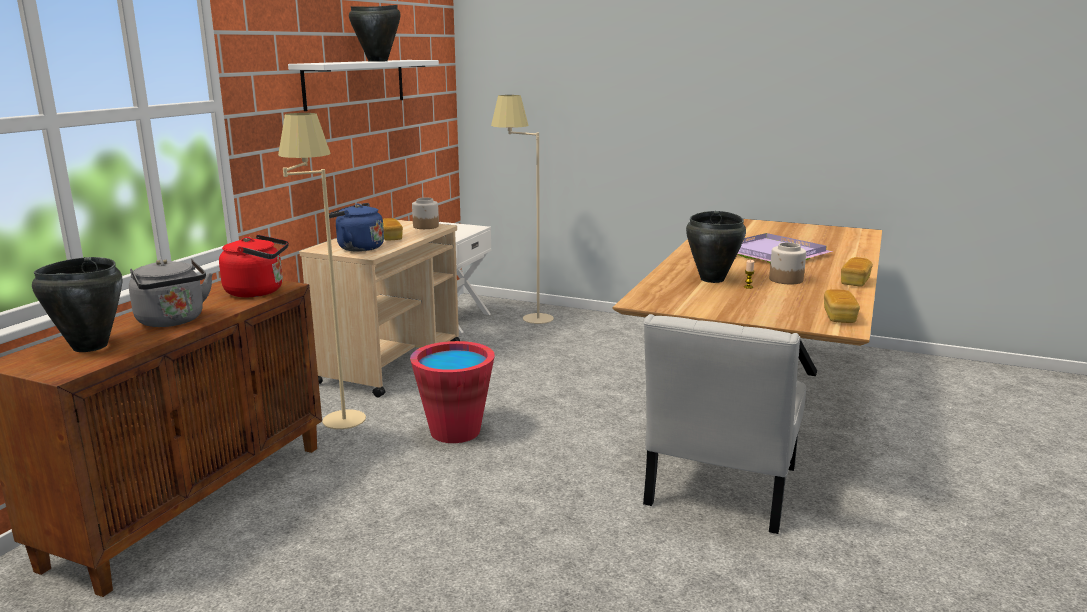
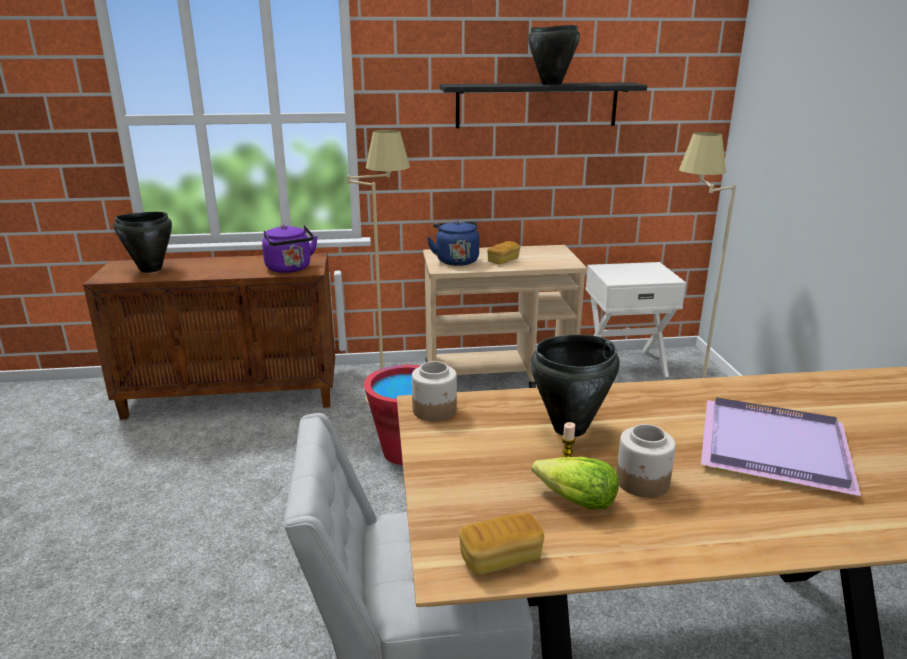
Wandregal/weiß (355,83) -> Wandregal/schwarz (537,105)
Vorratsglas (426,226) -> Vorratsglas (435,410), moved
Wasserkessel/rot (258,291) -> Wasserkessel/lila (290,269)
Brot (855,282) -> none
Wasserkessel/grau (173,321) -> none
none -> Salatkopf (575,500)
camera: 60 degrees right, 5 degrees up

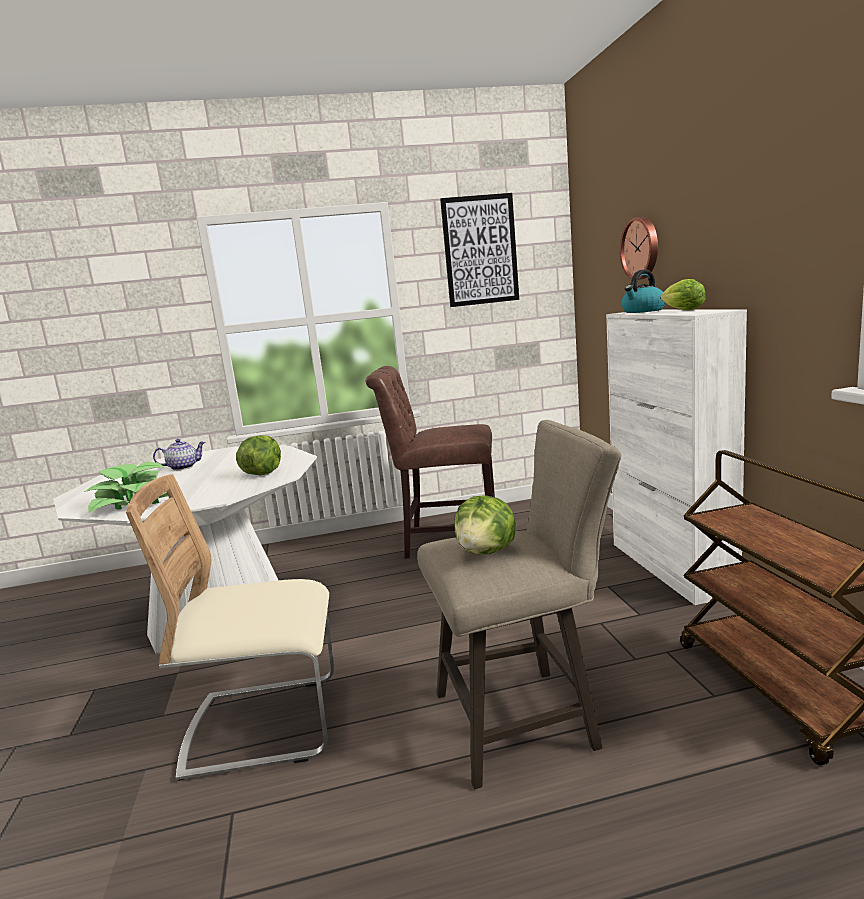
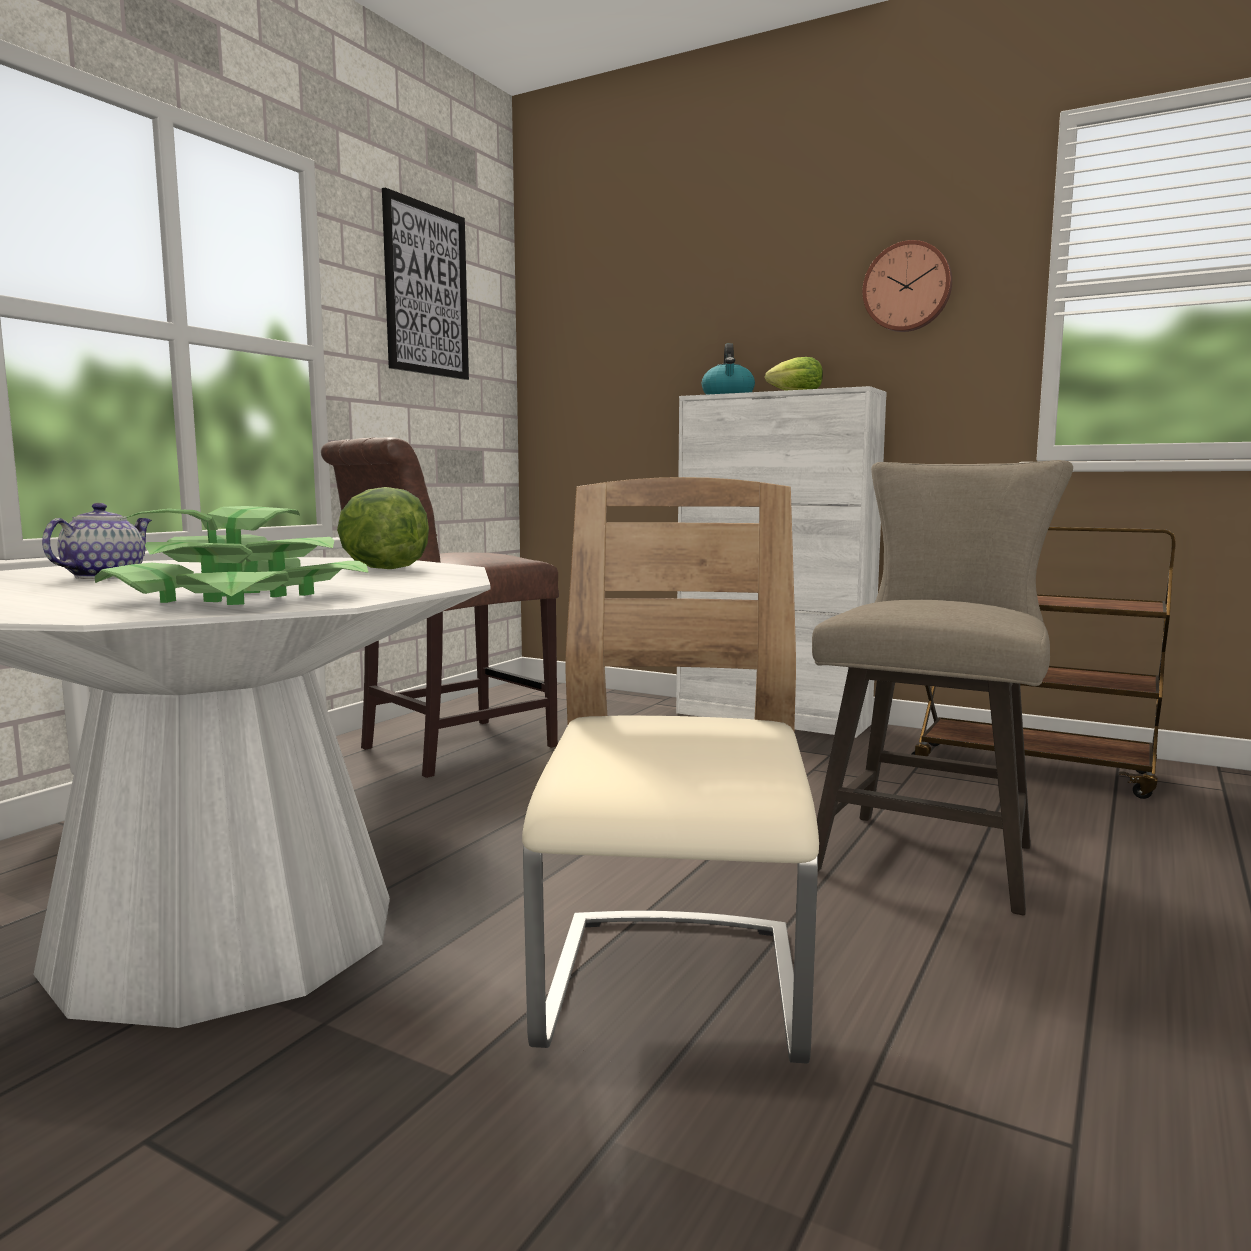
Wanduhr (641,248) -> Wanduhr (907,287), moved
Stuhl/beige (265,725) -> Stuhl/beige (674,991), 150 degrees clockwise
Salatkopf (487,552) -> none
camera: 50 degrees left, 5 degrees down

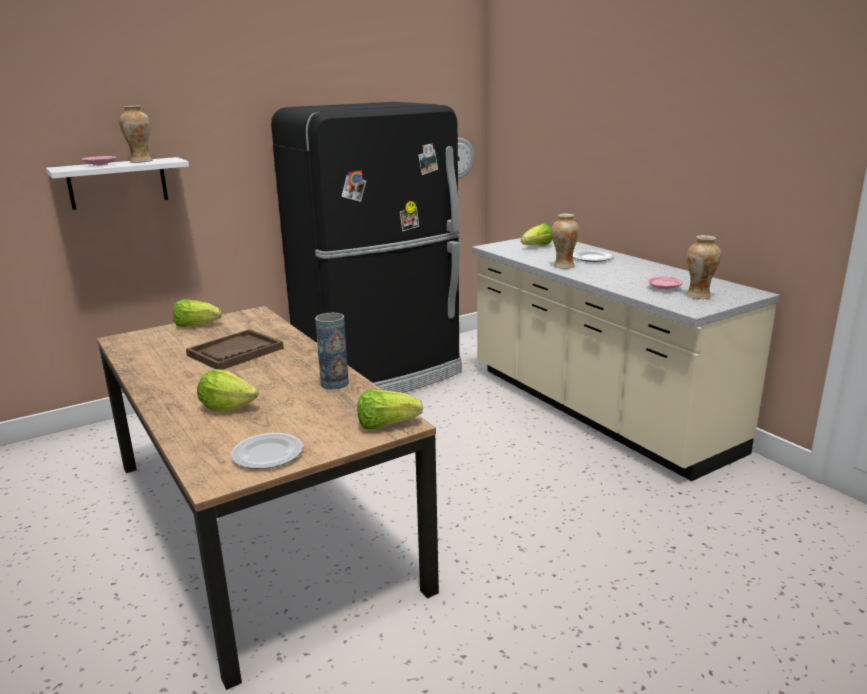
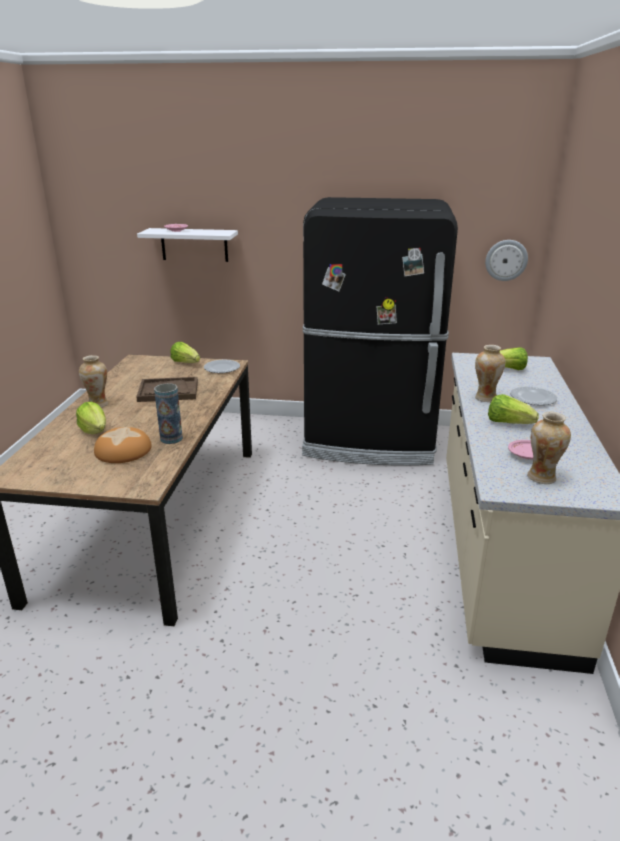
Vase (141,161) -> Vase (98,404), moved
Salatkopf (386,425) -> Salatkopf (508,423), moved
Teller (268,453) -> Teller (222,368), moved
none -> Brot (123,451)
camera: 40 degrees right, 5 degrees up

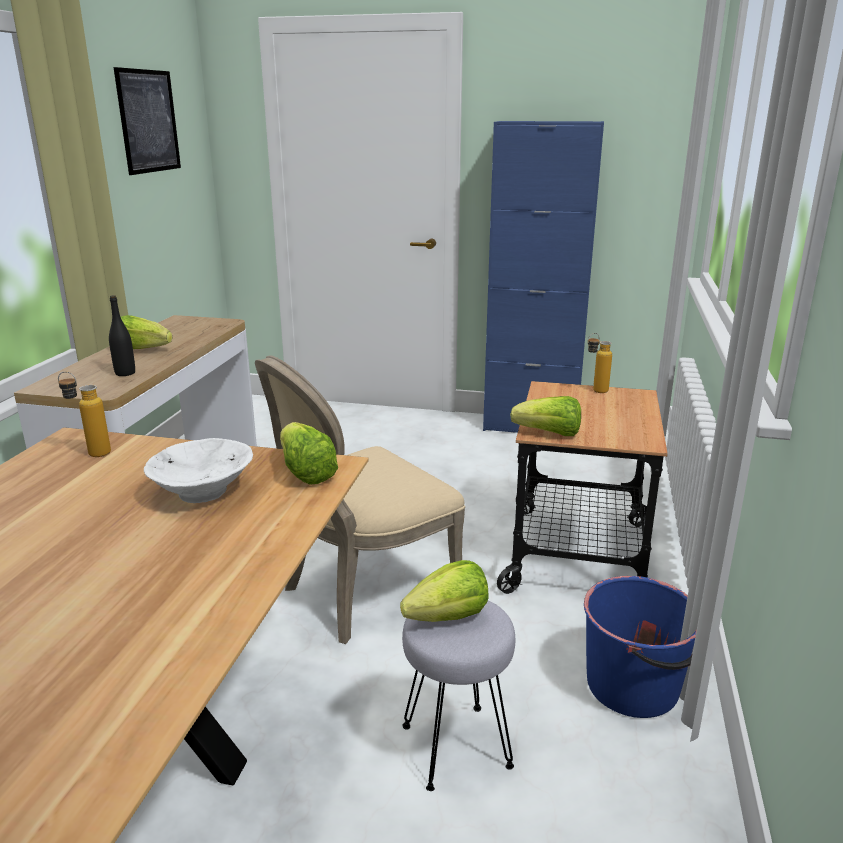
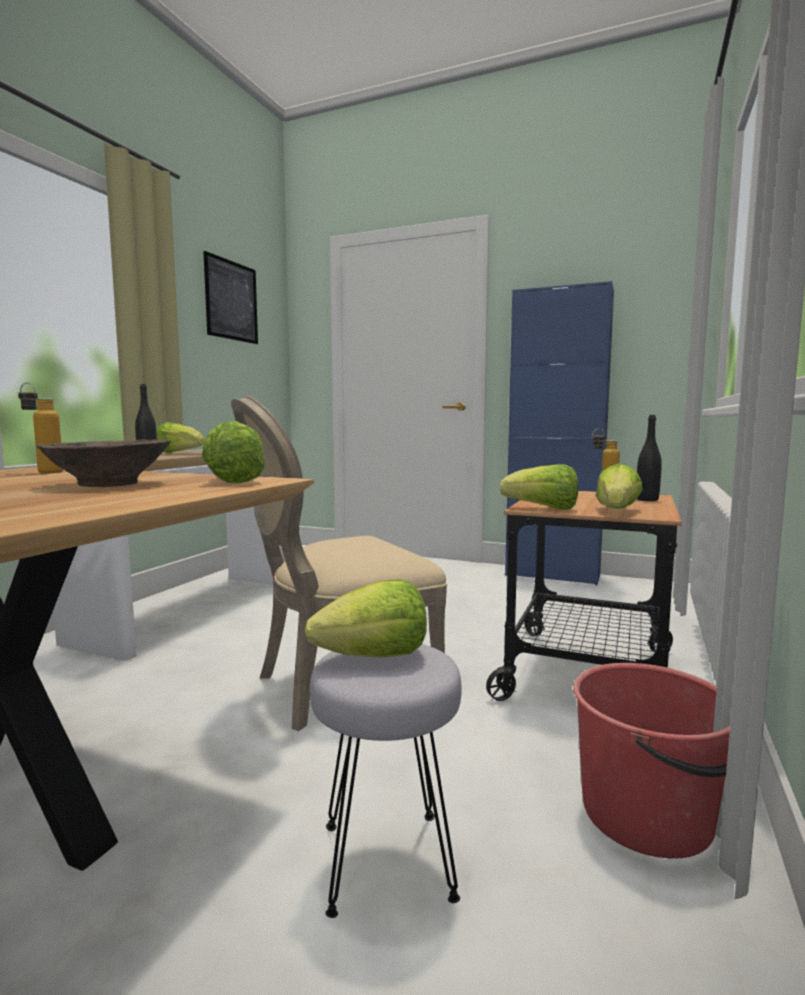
Schüssel/weiß (203,492) -> Schüssel/braun (110,484)
Eimer/blau (634,686) -> Eimer/rot (648,815)
none -> Flasche/schwarz (647,500)
none -> Salatkopf (616,511)
camera: 10 degrees right, 15 degrees down

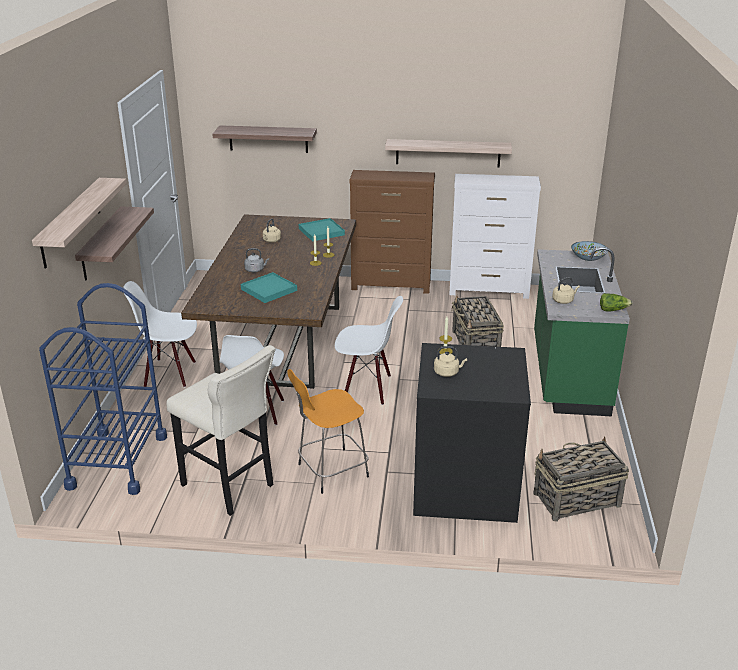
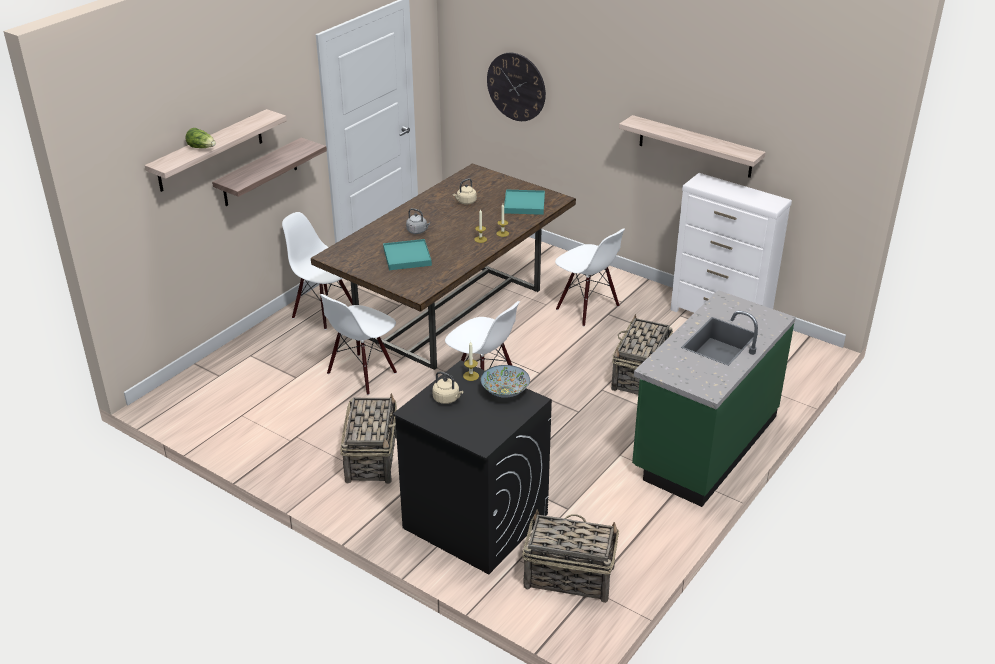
Wandregal (268,139) -> Wanduhr (516,87)
Kommode/braun (391,286) -> none
Schüssel (588,258) -> Schüssel (505,391), moved
Wasserkessel/beige (563,300) -> none
Rollwagen/blau (117,461) -> none
Salatkopf (613,310) -> Salatkopf (202,148), moved
Hocker/beige (230,487) -> none
Hocker/orange (330,471) -> Korb (372,457)
none -> Stuhl/weiß (587,308)
camera: 30 degrees right, 5 degrees up

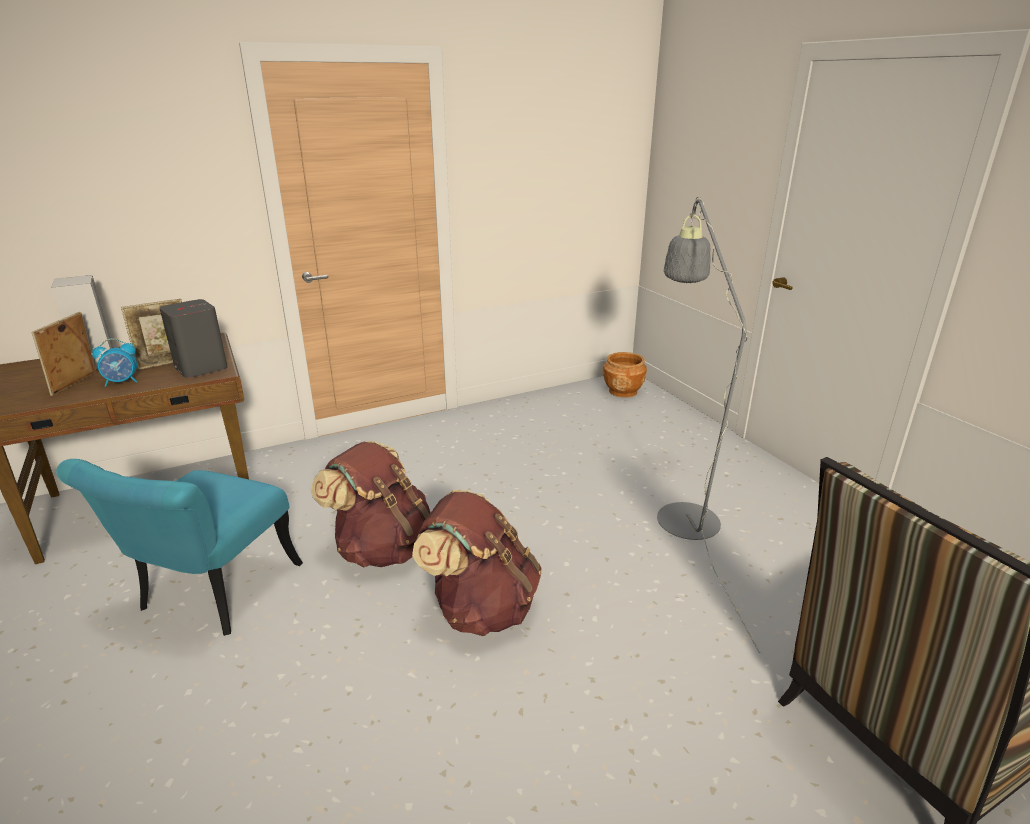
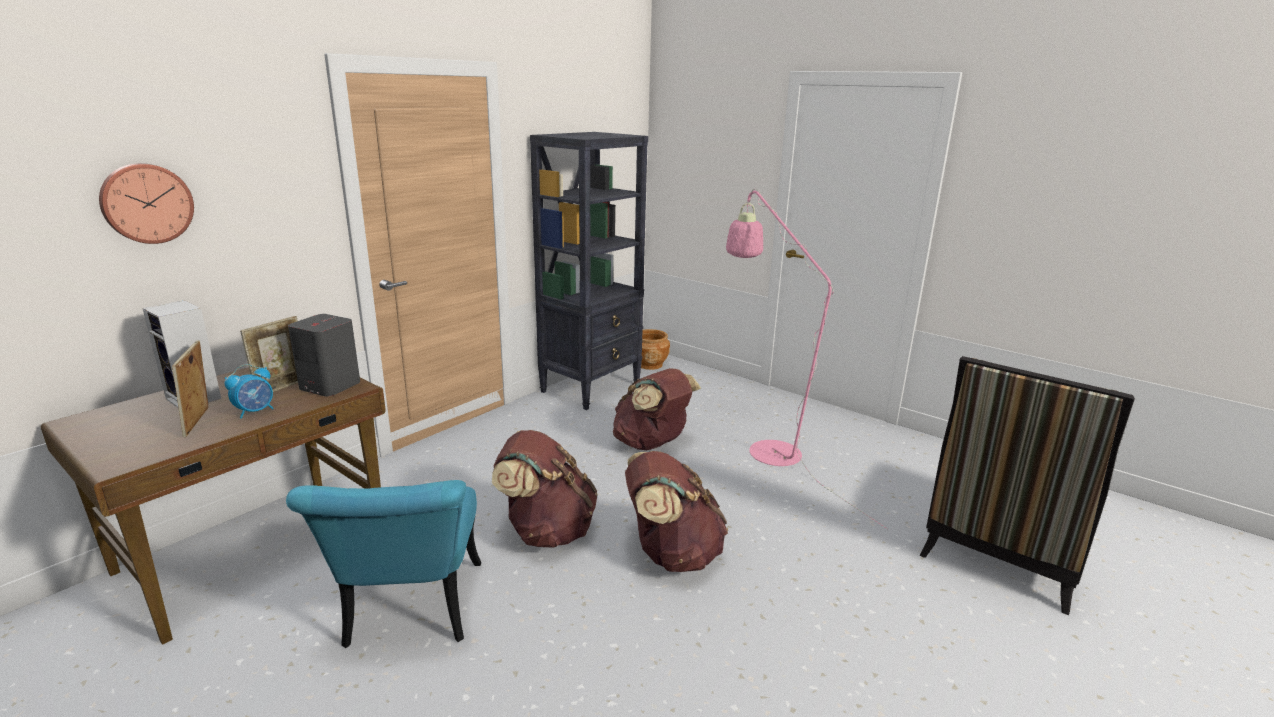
Stehlampe/grau (682,510) -> Stehlampe/rosa (765,446)
none -> Bücherregal/schwarz (591,388)
none -> Wanduhr (146,203)
none -> Rucksack/braun (652,444)
camera: 25 degrees left, 5 degrees down

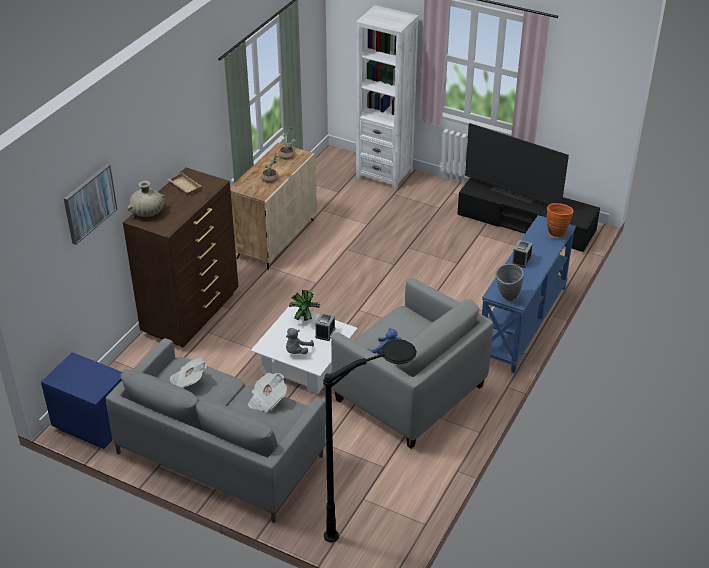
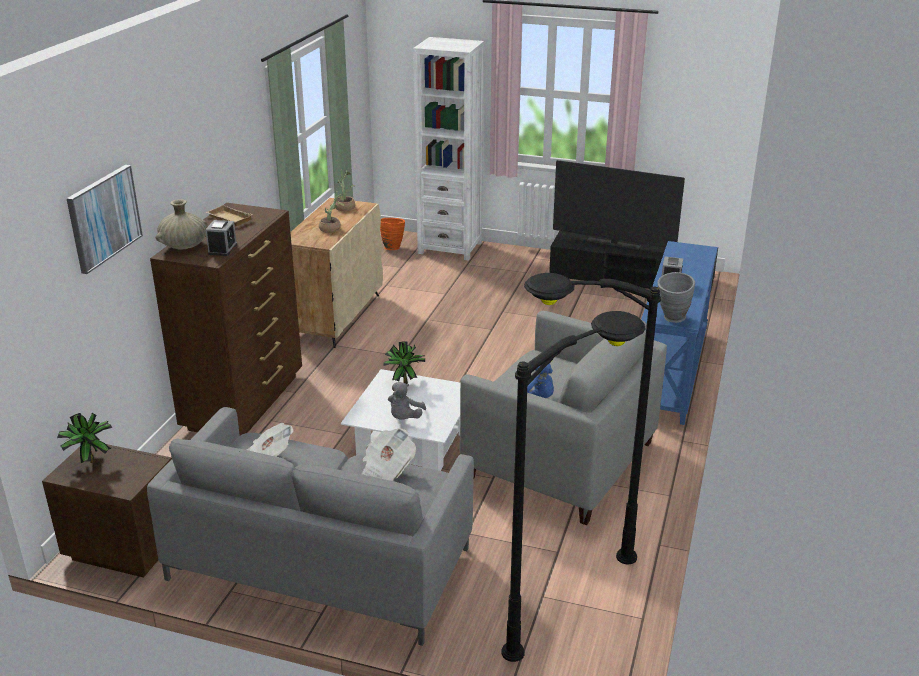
Vase/orange (556,233) -> Vase/orange (392,247), moved
Wecker (325,333) -> Wecker (222,249), moved
Nachttisch/blau (93,425) -> Nachttisch/braun (124,548)
none -> Stehlampe/schwarz (561,561)
none -> Topfpflanze (89,461)
camera: 10 degrees left, 10 degrees down

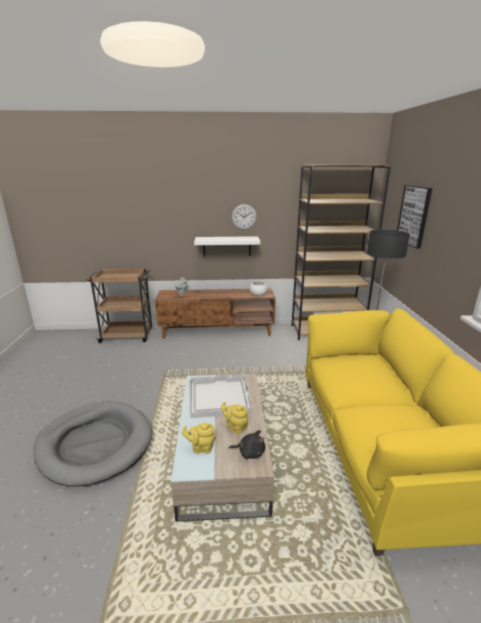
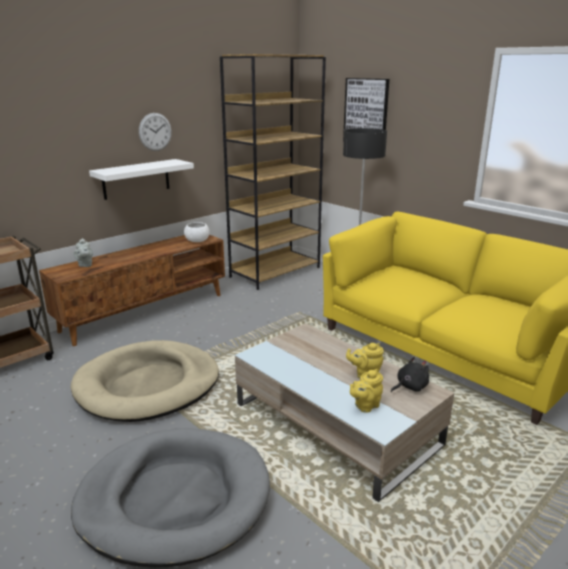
Tablett/weiß (218,396) -> none
none -> Hundebett/beige (148,385)
camera: 40 degrees left, 0 degrees up

